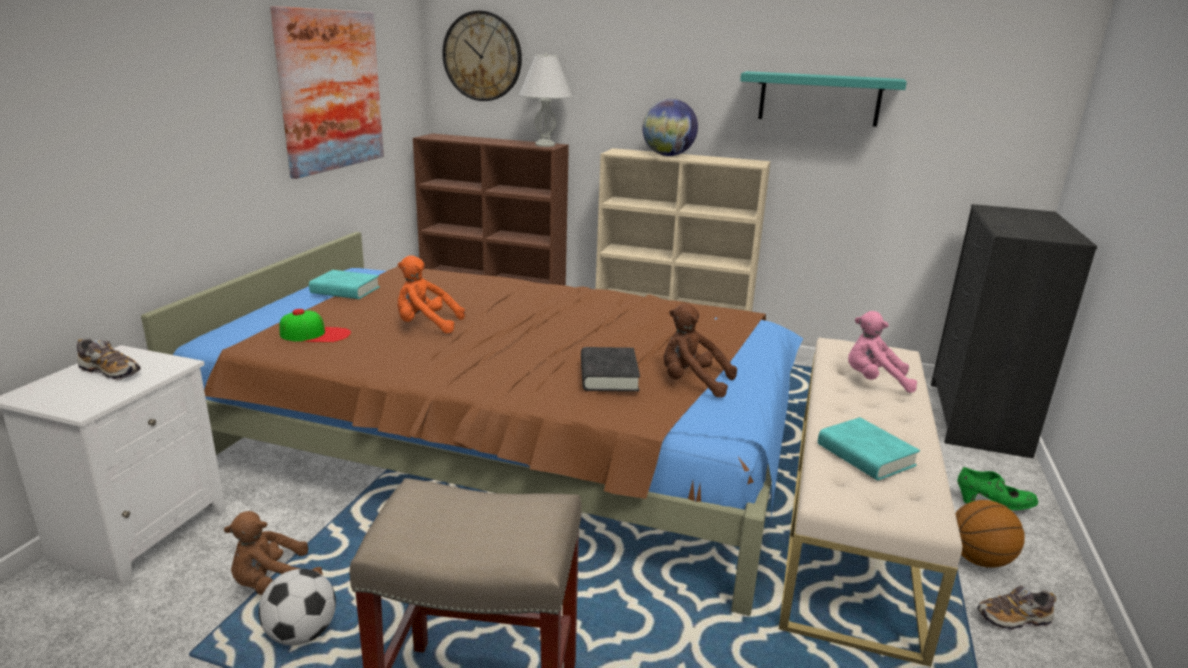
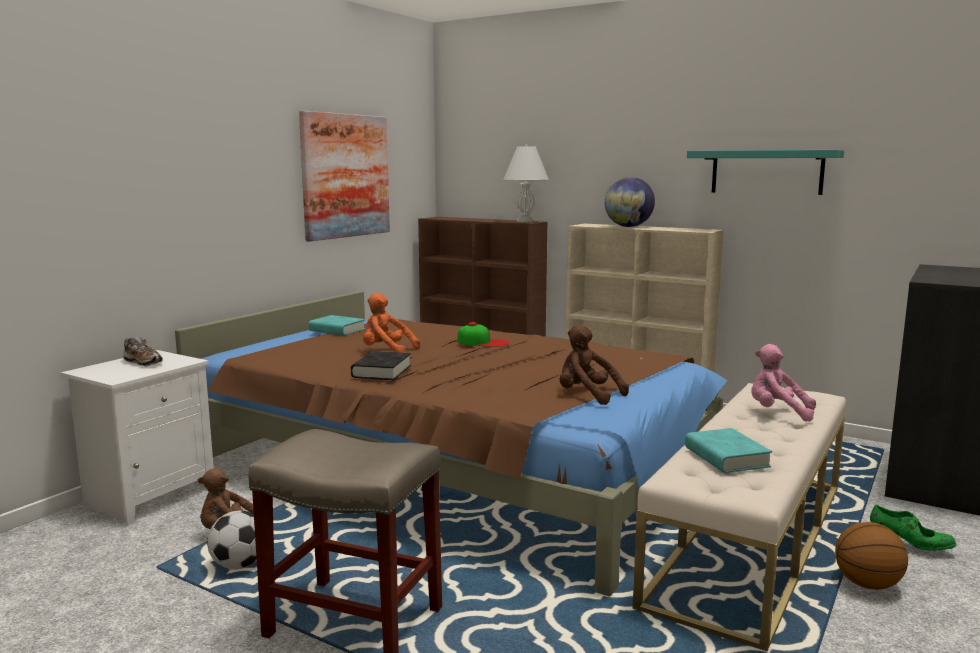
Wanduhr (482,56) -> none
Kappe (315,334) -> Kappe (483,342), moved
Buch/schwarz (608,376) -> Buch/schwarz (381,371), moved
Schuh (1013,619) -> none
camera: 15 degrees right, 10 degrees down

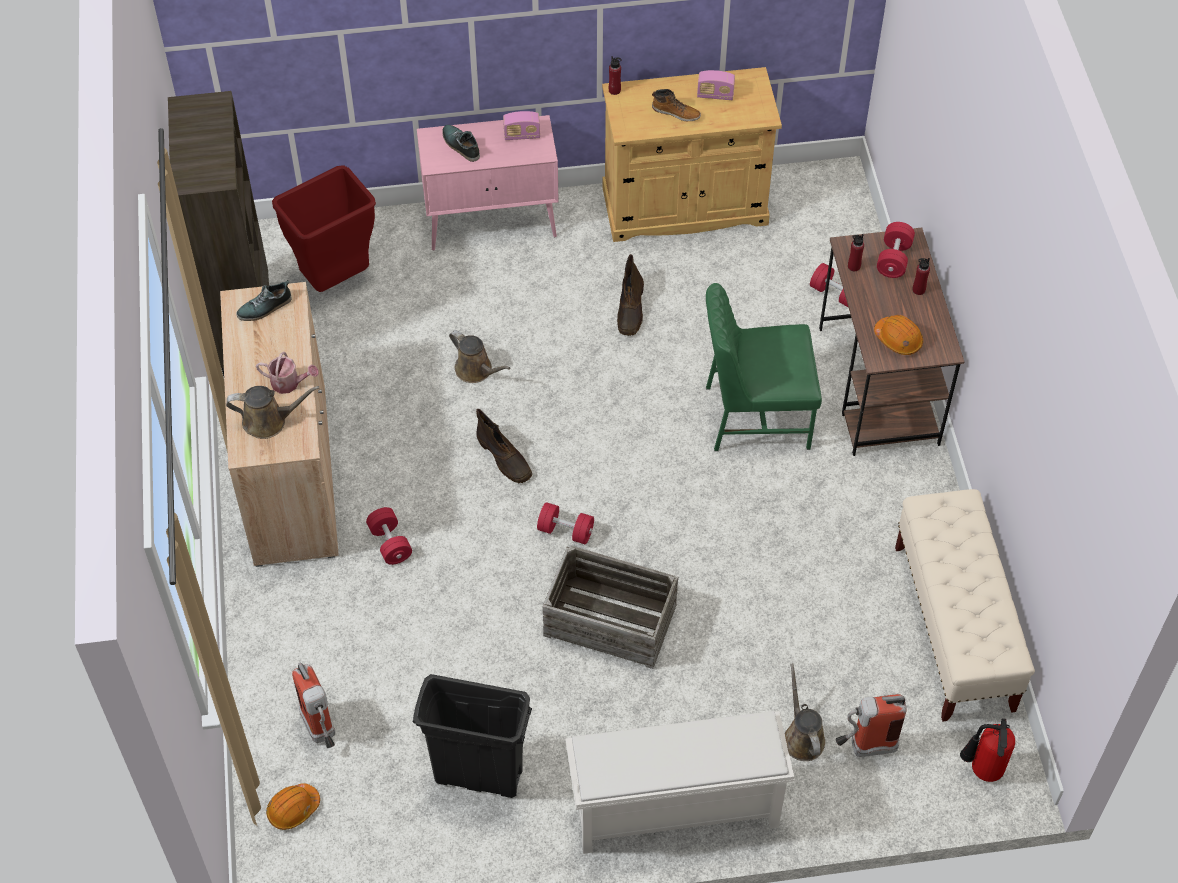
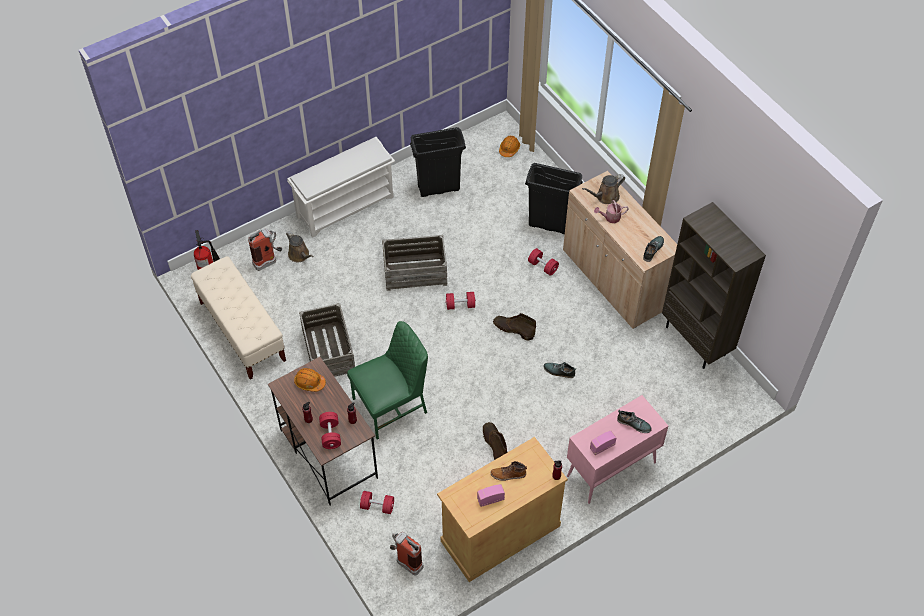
Mülleimer/rot (336,279) -> none
Gießkanne/braun (476,370) -> Schuh (559,371)
Feuerlöscher (321,732) -> Feuerlöscher (405,562), moved
none -> Mülleimer/schwarz (550,225)
none -> Kiste (328,350)
camera: 155 degrees right, 0 degrees up

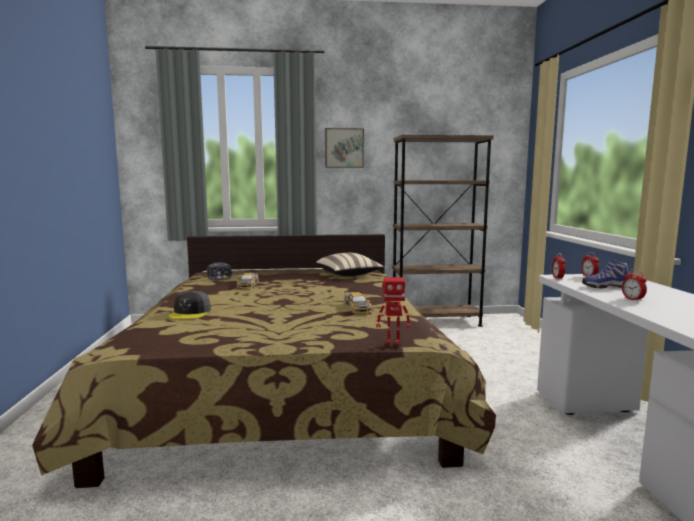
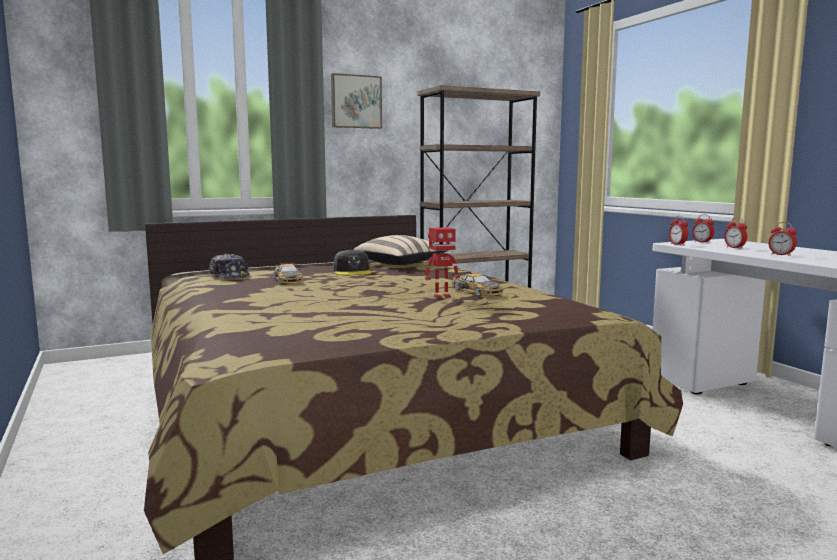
Schuh (605,286) -> Wecker (734,248)
Spielzeugroboter (393,343) -> Spielzeugroboter (441,297), moved
Kappe/grau (190,313) -> Kappe/grau (352,271), moved
camera: 20 degrees left, 0 degrees up

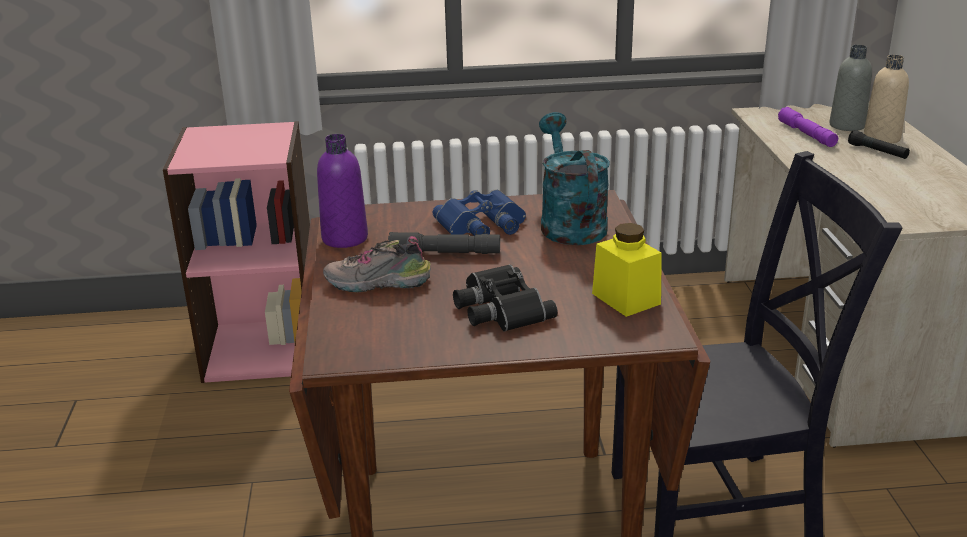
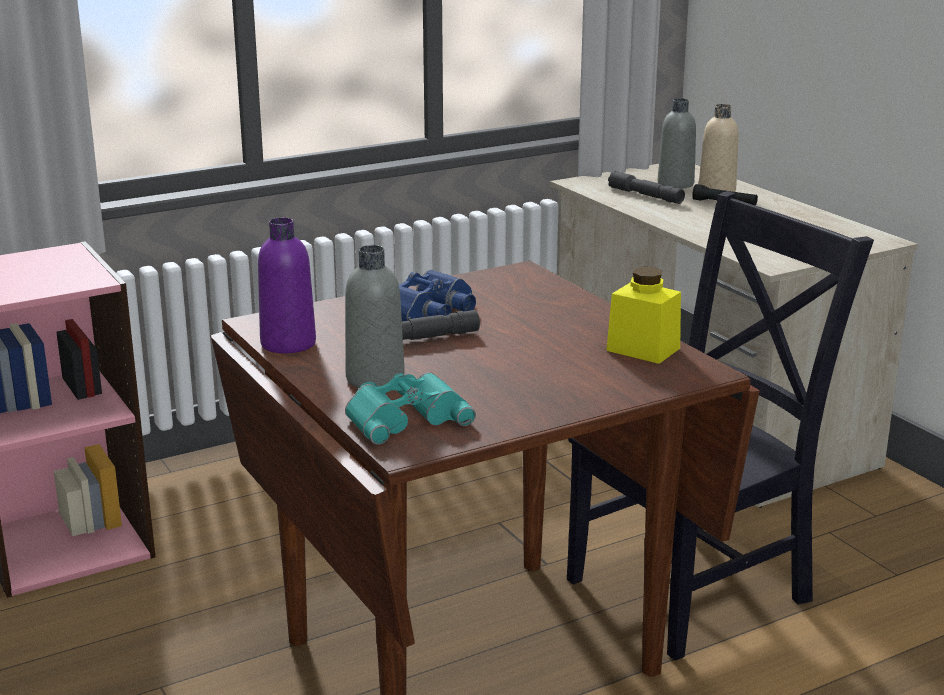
Taschenlampe/lila (806,134) -> Taschenlampe/grau (645,196)
Gießkanne/türkis (569,223) -> none
Schuh (377,284) -> Flasche/grau (375,378)
Fernglas/schwarz (499,308) -> none
none -> Fernglas/türkis (405,417)
camera: 25 degrees left, 5 degrees down

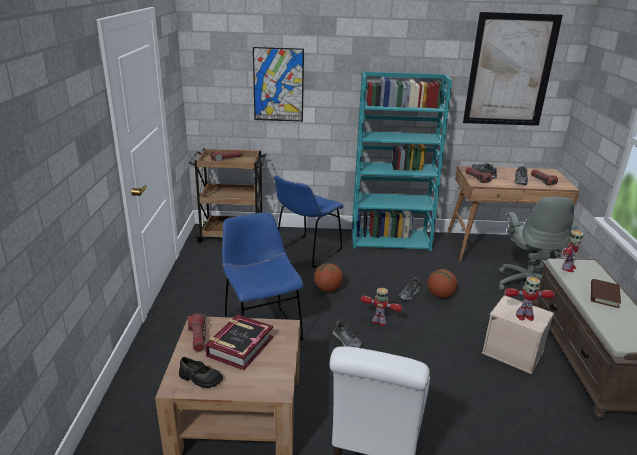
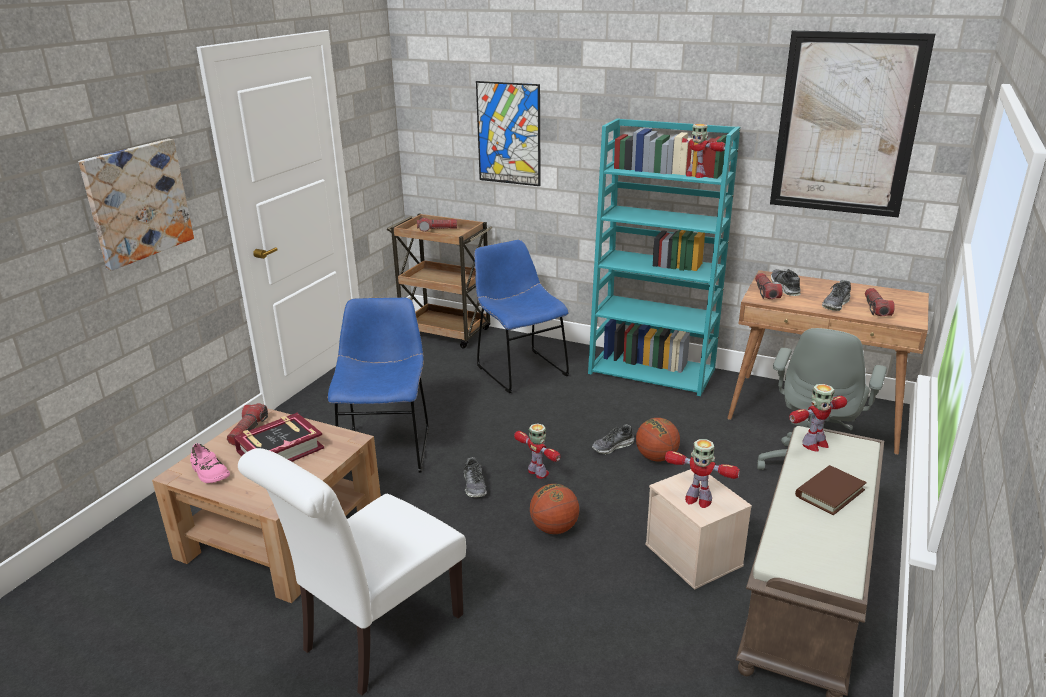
Stuhl/blau (306,253) -> Stuhl/blau (519,369), 90 degrees clockwise
Basketball (328,289) -> Basketball (554,528), moved
Schuh/schwarz (200,378) -> Schuh/rosa (209,472)
none -> Spielzeugroboter (695,175)
none -> Bild (137,202)
camera: 25 degrees right, 0 degrees up

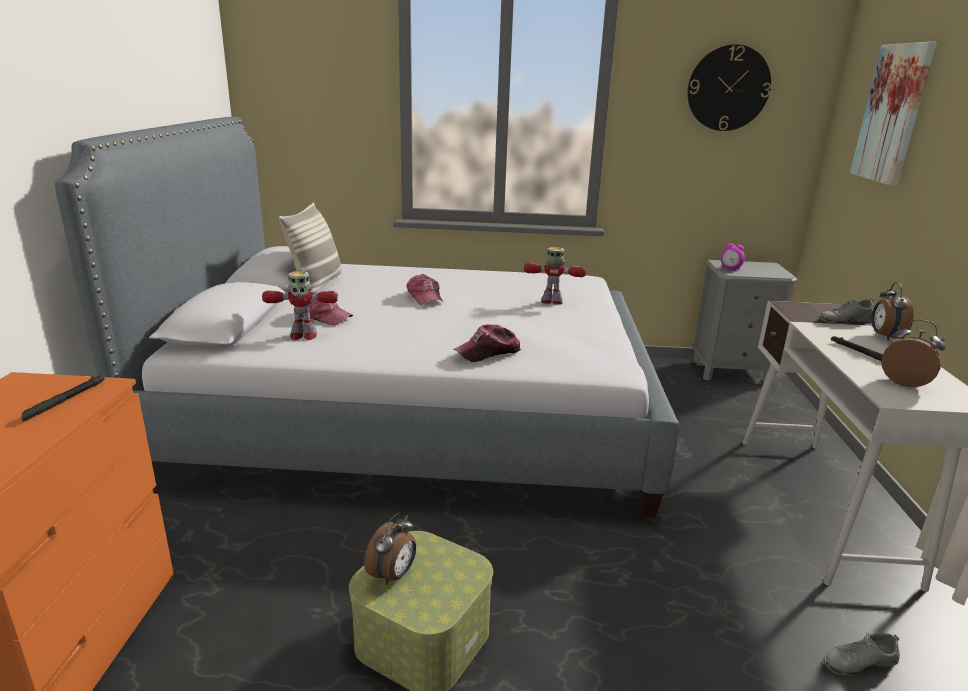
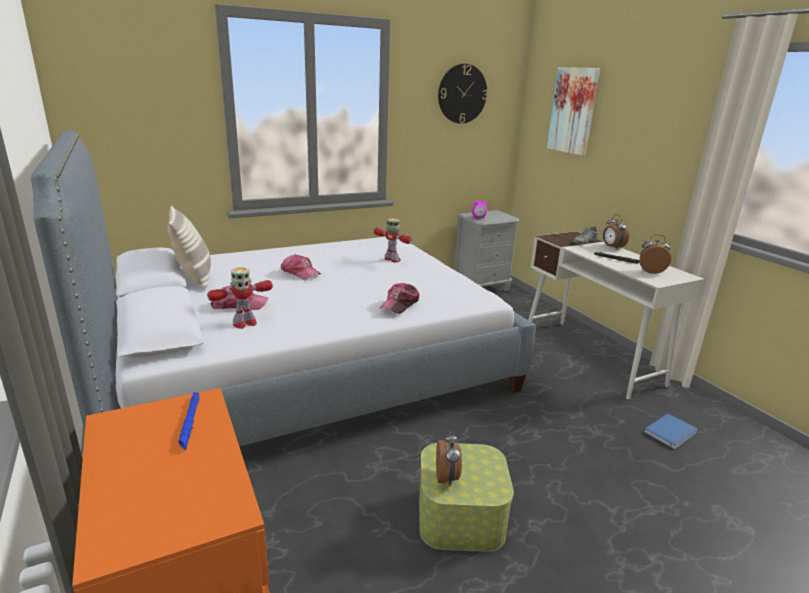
Spielzeugroboter (552,302) -> Spielzeugroboter (392,260), 60 degrees clockwise
Taschenlampe/schwarz (65,401) -> Taschenlampe/blau (190,422)
Schuh/grau (859,662) -> Buch/blau (672,433)
camera: 30 degrees left, 0 degrees up

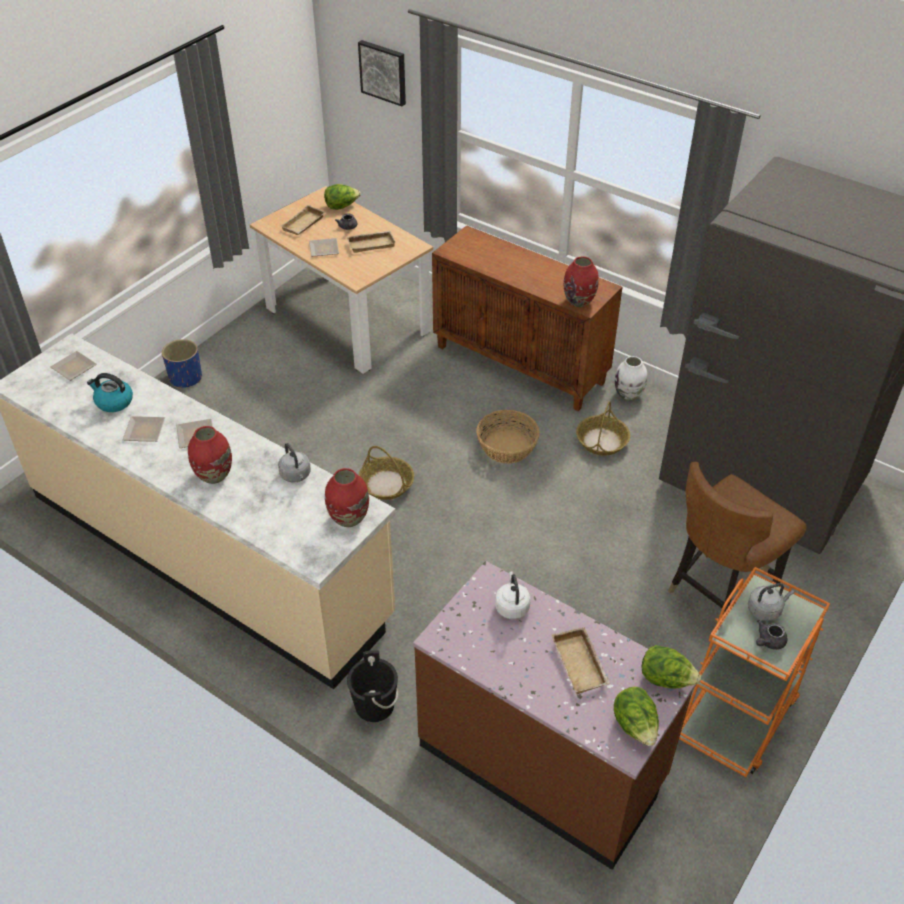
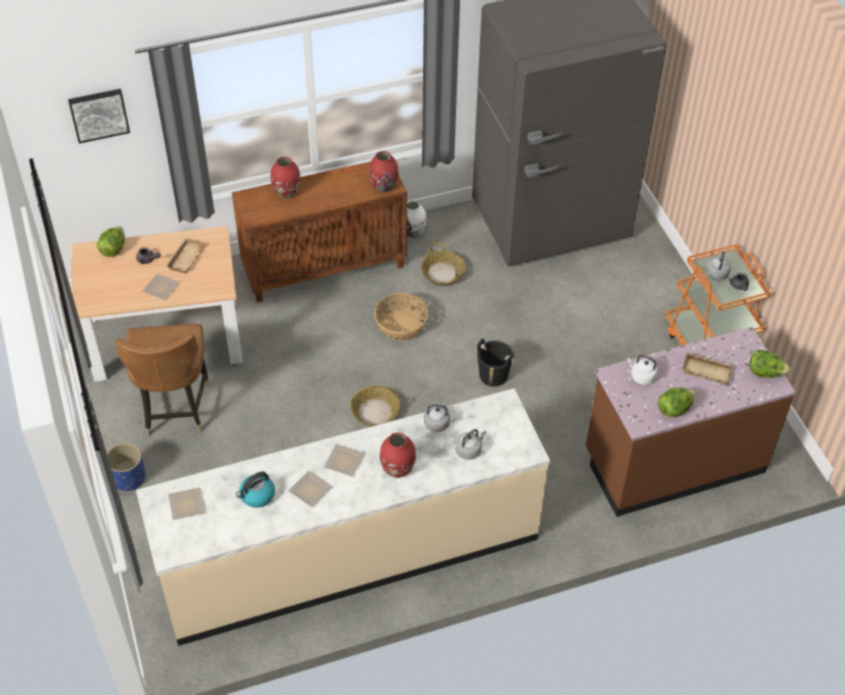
Tablett/beige (304,224) -> none
Stuhl/braun (718,590) -> Stuhl/braun (174,409), moved
Vase/rot (348,518) -> Vase/rot (287,193), moved
Salatkopf (666,679) -> Salatkopf (674,409), moved
Eimer/schwarz (374,705) -> Eimer/schwarz (493,375), moved
none -> Wasserkessel/grau (469,450)
camera: 55 degrees left, 5 degrees up

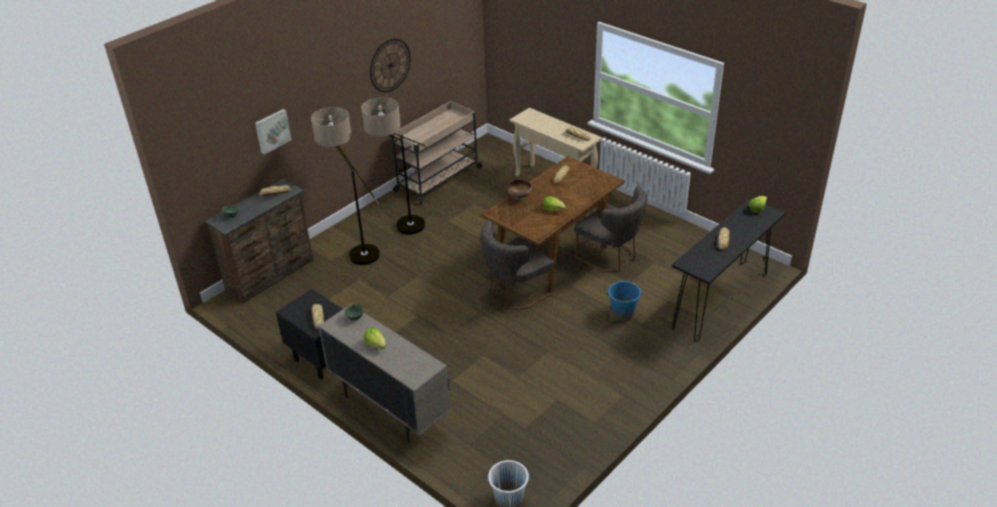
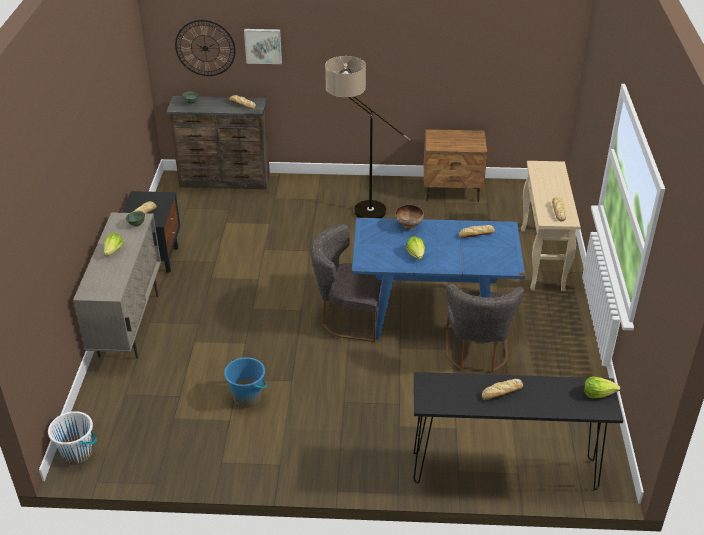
Wanduhr (390,65) -> Wanduhr (205,48), moved
Rollwagen/beige (437,180) -> Nachttisch/braun (452,191)
Stehlampe (356,250) -> none
Esstisch/braun (553,255) -> Esstisch/blau (432,313)
Eimer/blau (623,314) -> Eimer/blau (247,397), moved
camera: 50 degrees right, 0 degrees up

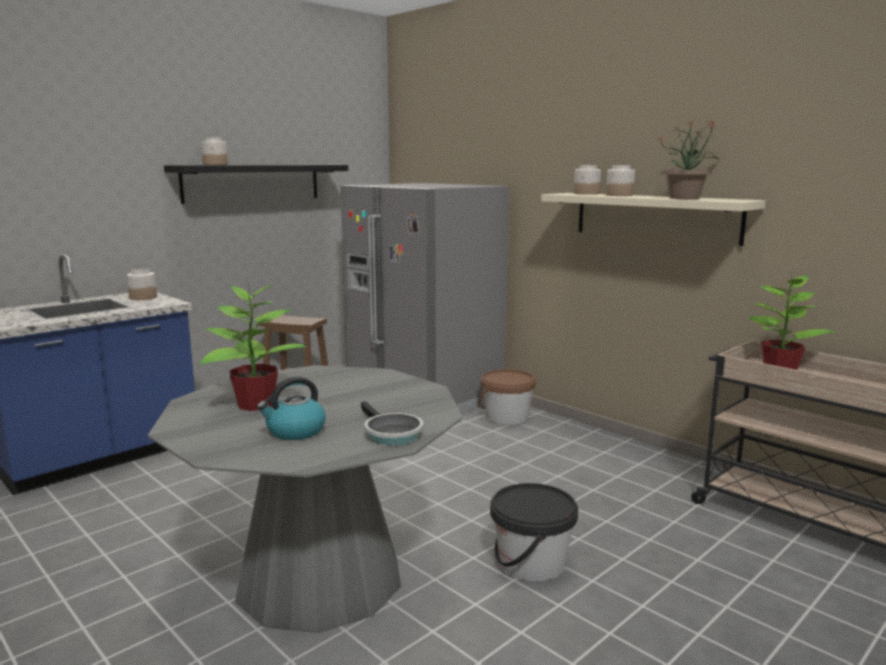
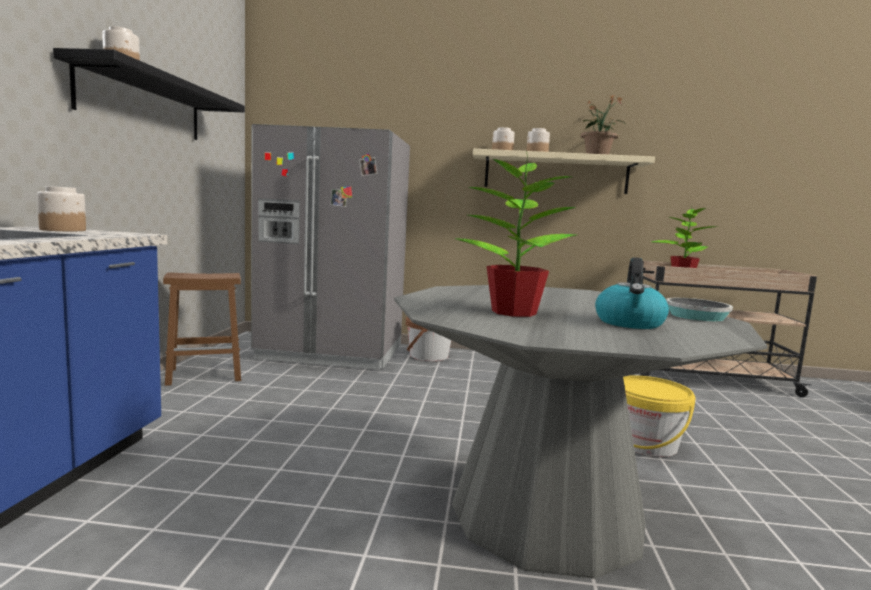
Eimer/schwarz (531,562) -> Eimer/gelb (646,444)
camera: 40 degrees left, 5 degrees down

